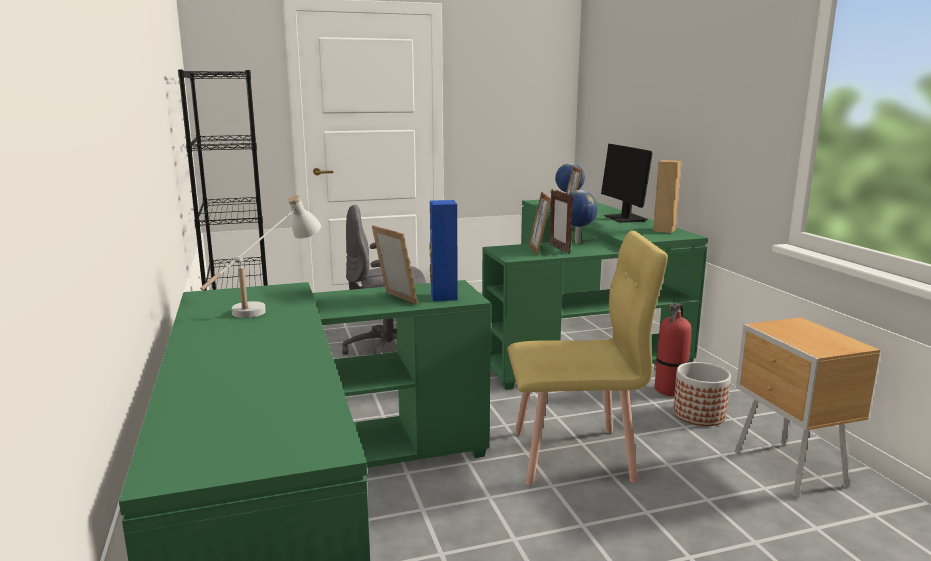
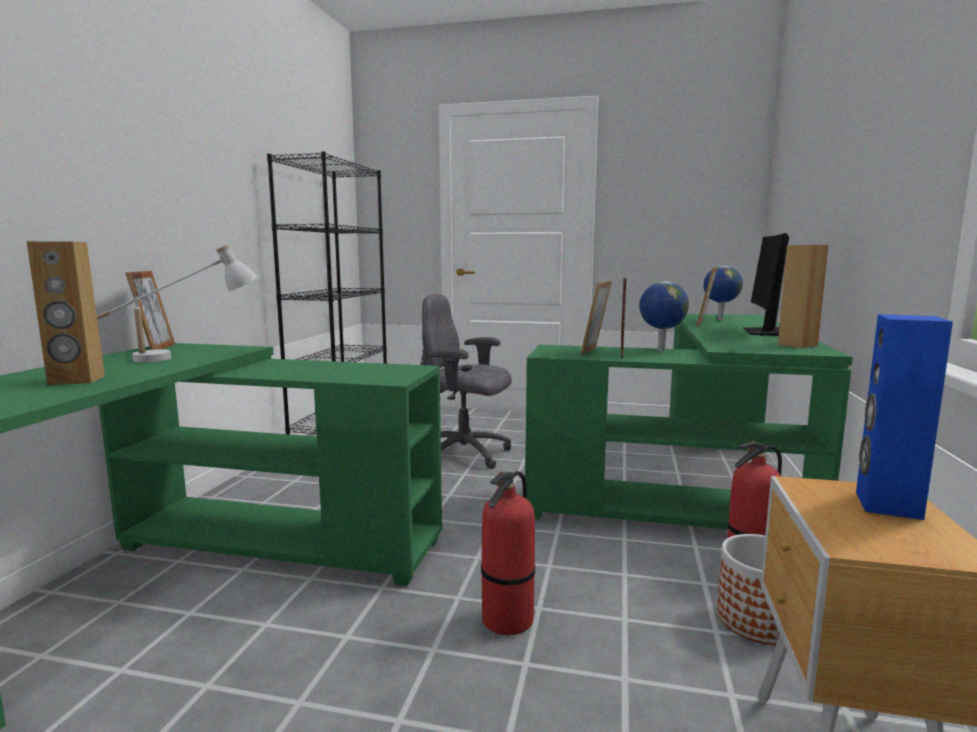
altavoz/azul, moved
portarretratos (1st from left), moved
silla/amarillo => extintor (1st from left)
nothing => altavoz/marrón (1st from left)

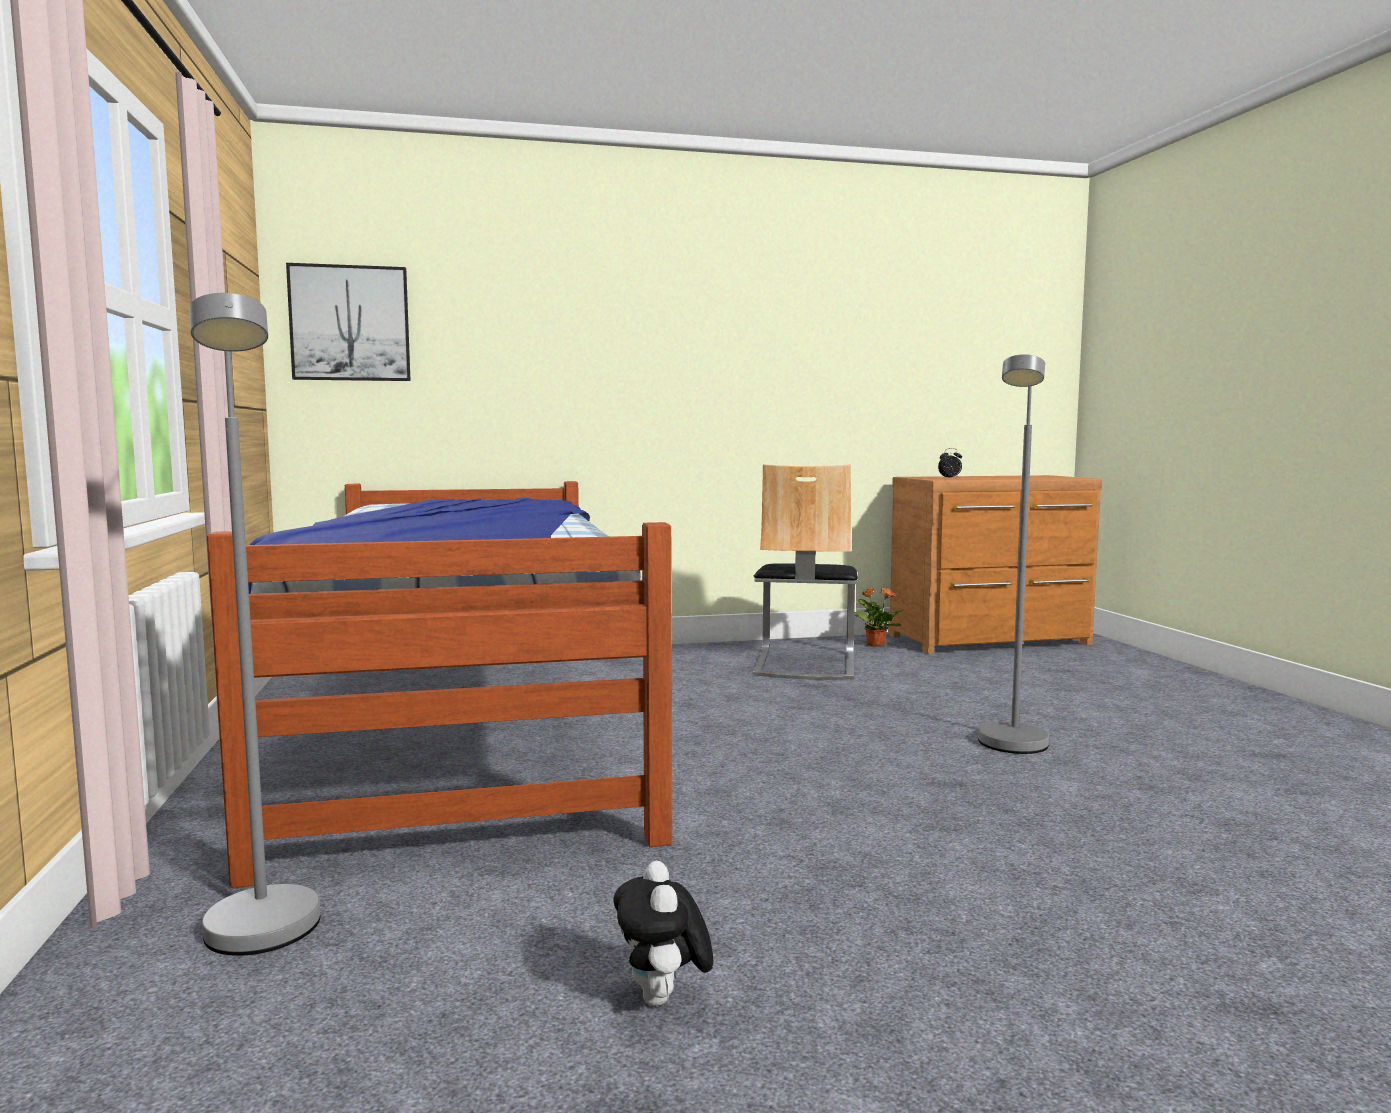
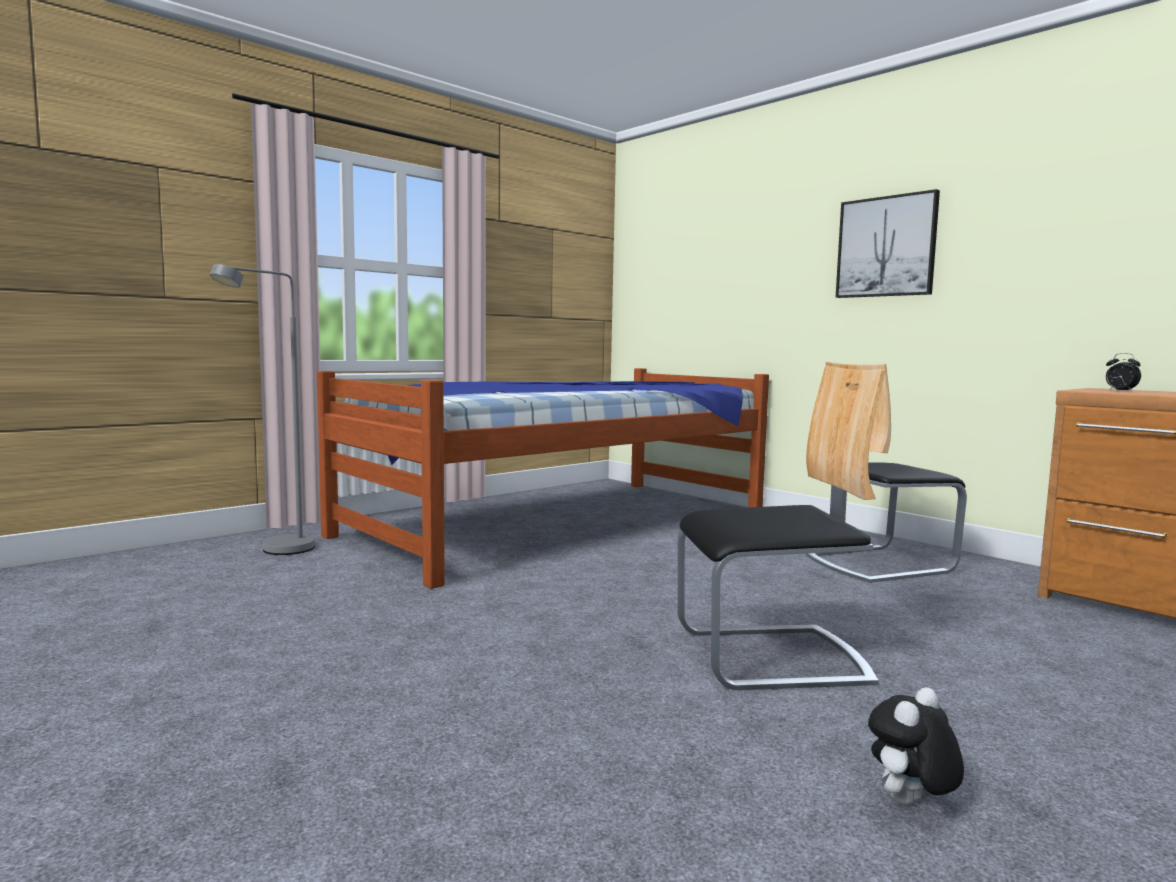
cuadro, moved
lámpara de pie/gris (2nd from left) => silla (1st from left)
planta en maceta => nothing
peluche, moved

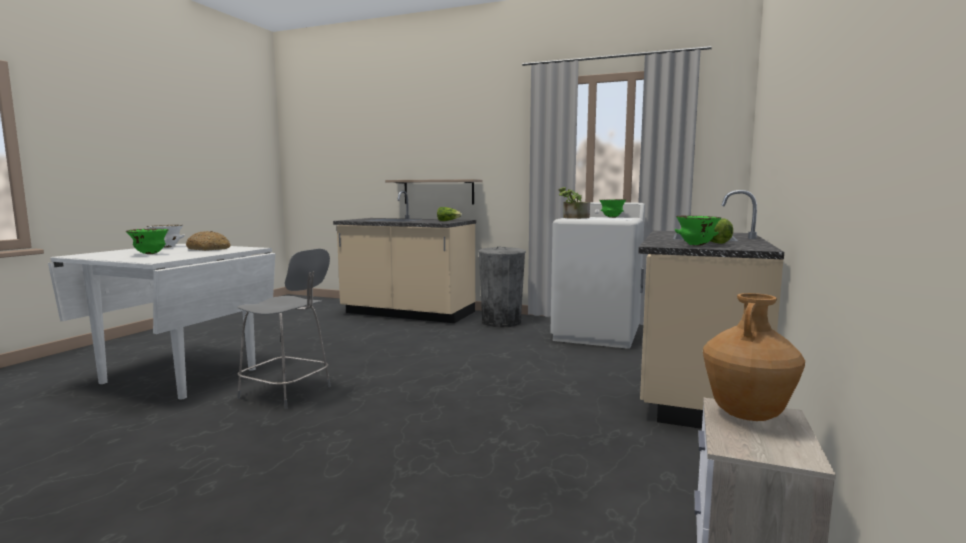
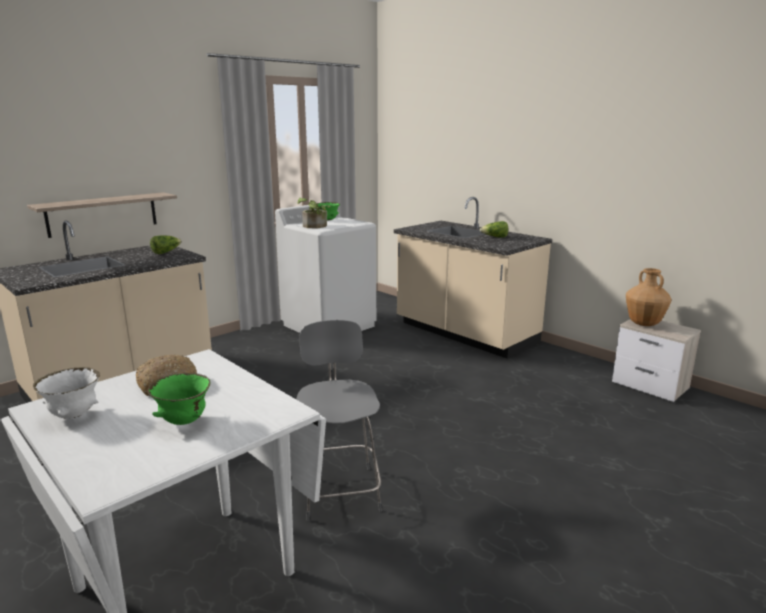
cuenco/verde (3rd from left) => nothing
papelera/gris => nothing
silla/gris, 60 degrees counterclockwise

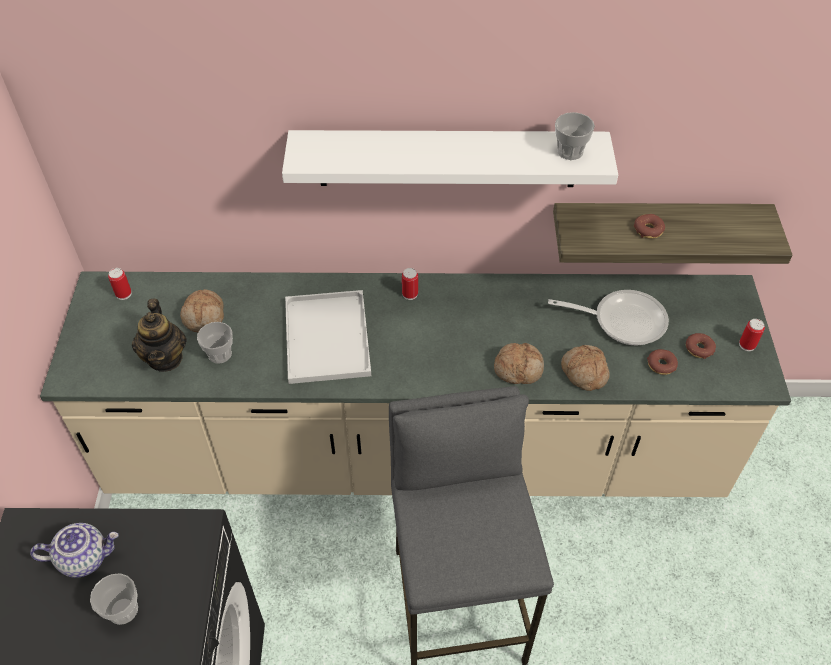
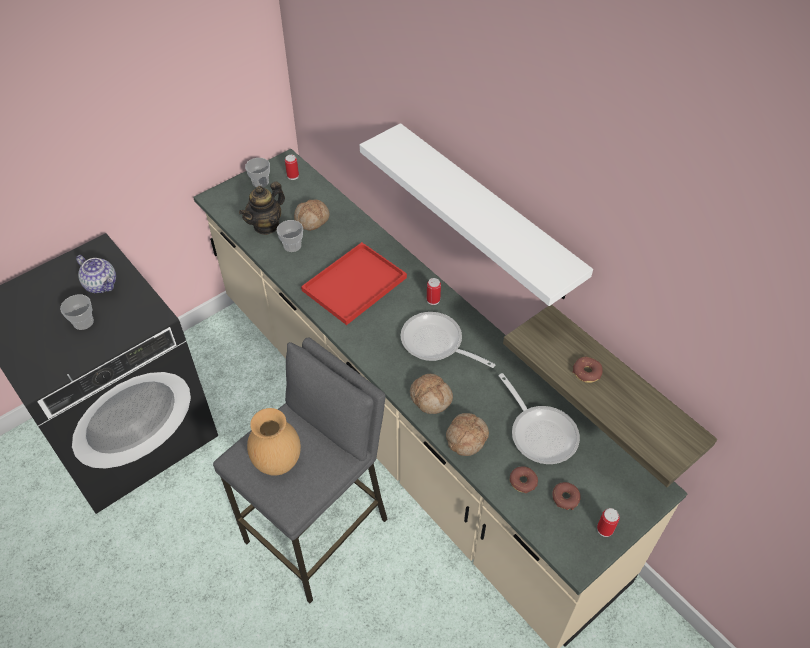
taza (3rd from left in the first image) => taza (2nd from left), moved
bandeja/blanco => bandeja/rojo
nothing => sartén (1st from left)
nothing => florero/marrón

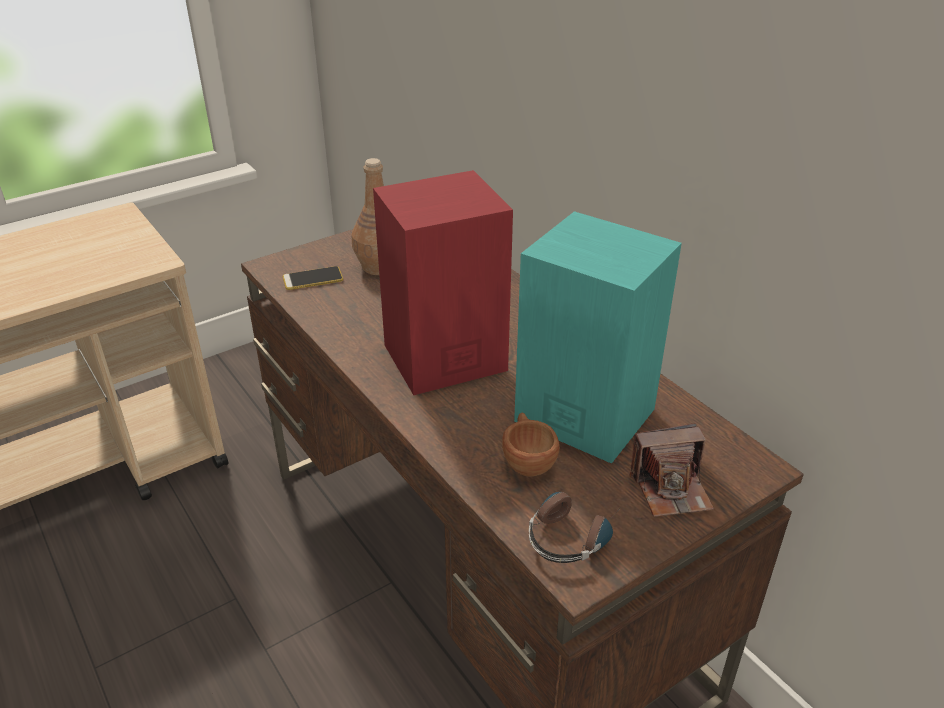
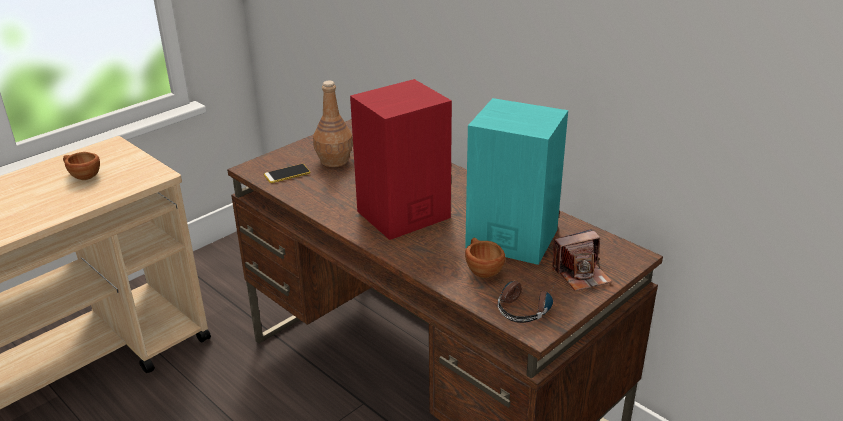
nothing => taza/marrón (1st from left)

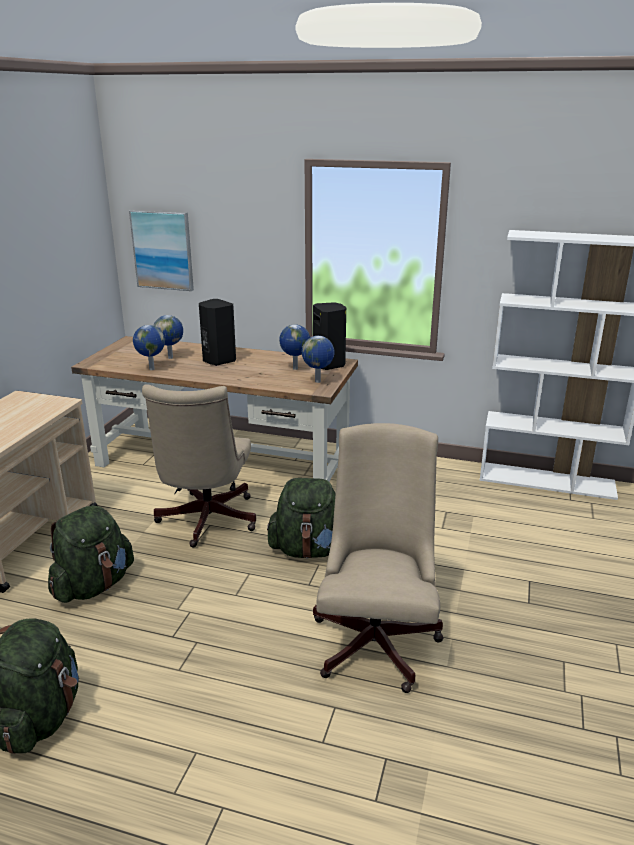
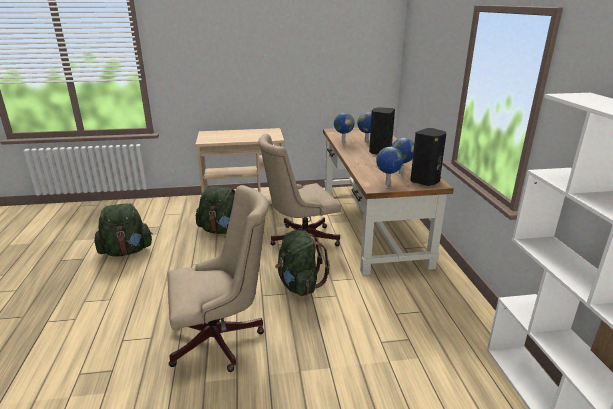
cuadro => nothing

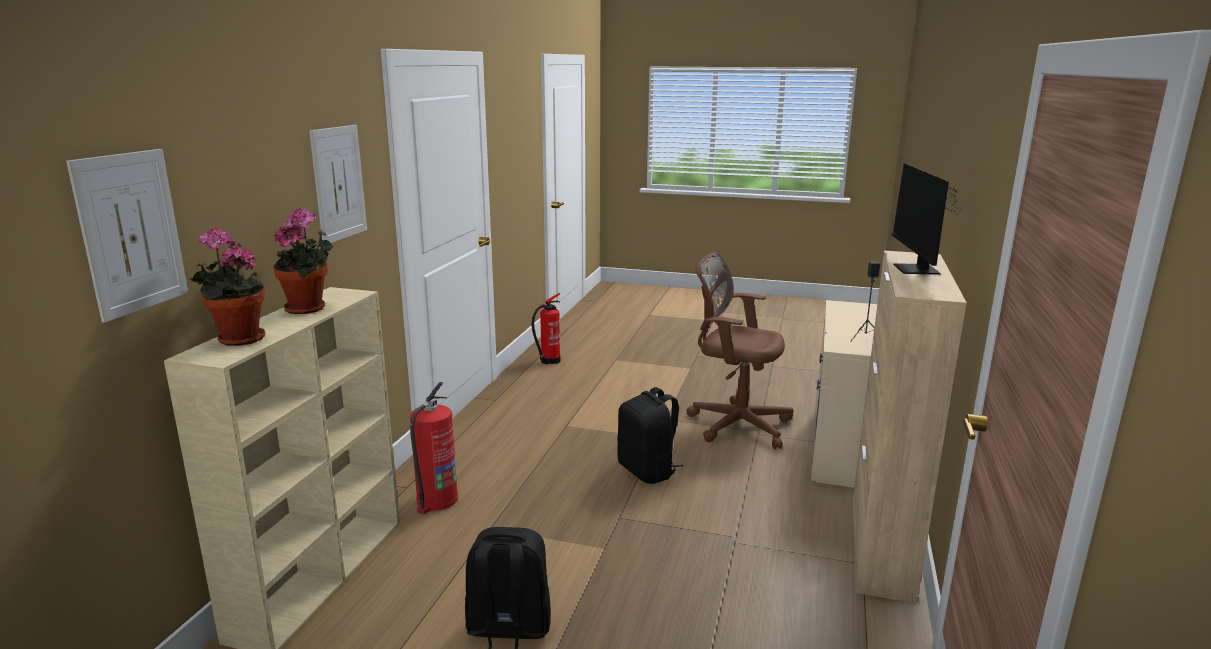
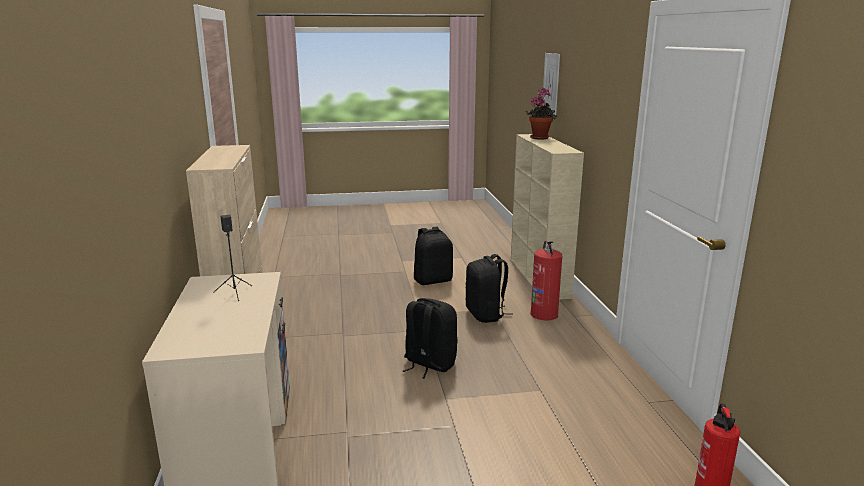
cuadro (2nd from left) => nothing
monitor => nothing
planta en maceta (2nd from left) => nothing
silla de oficina/marrón => nothing
nothing => mochila/negro (3rd from left)

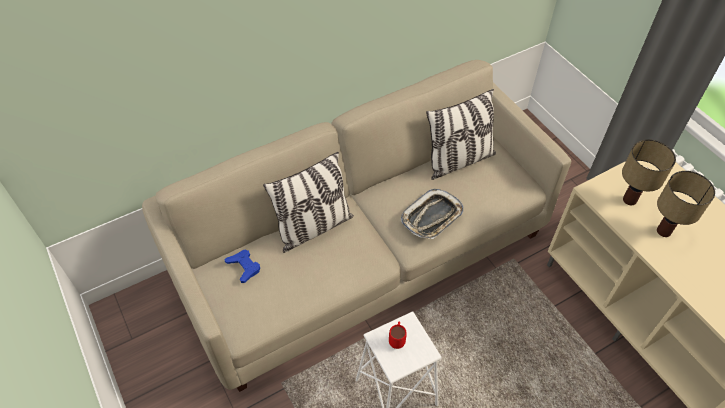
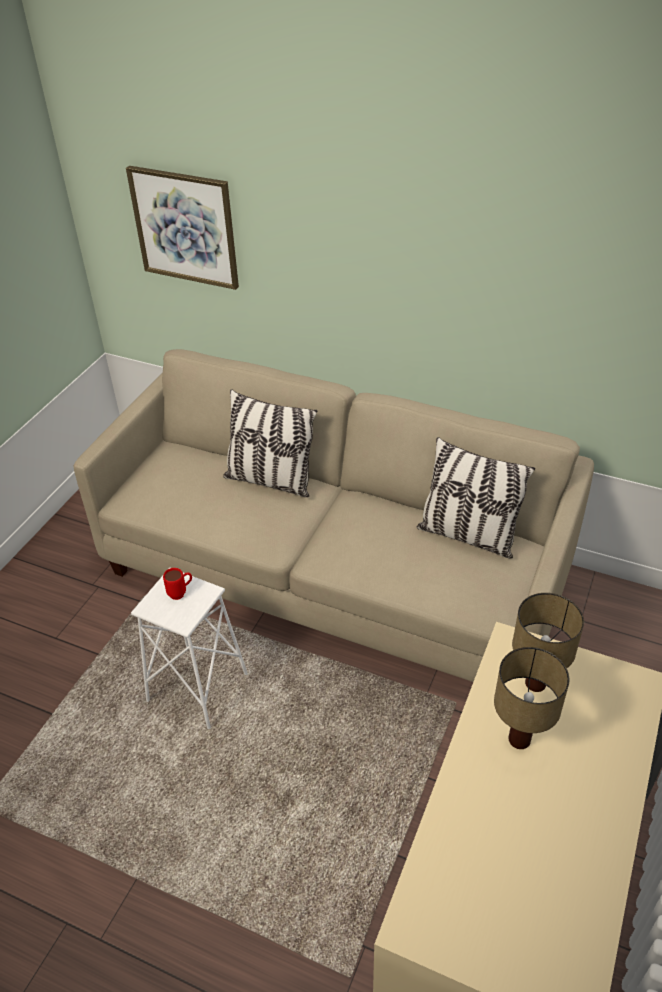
bandeja => nothing
mando de consola/azul => nothing
nothing => cuadro

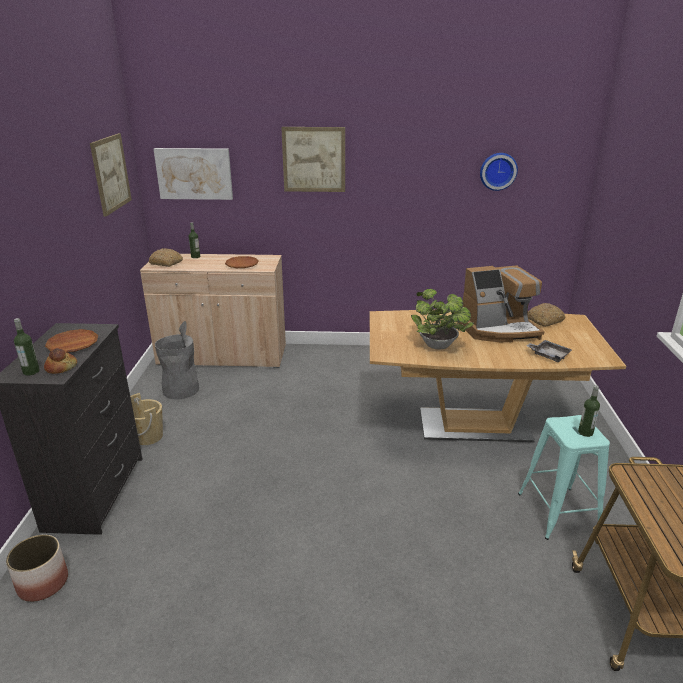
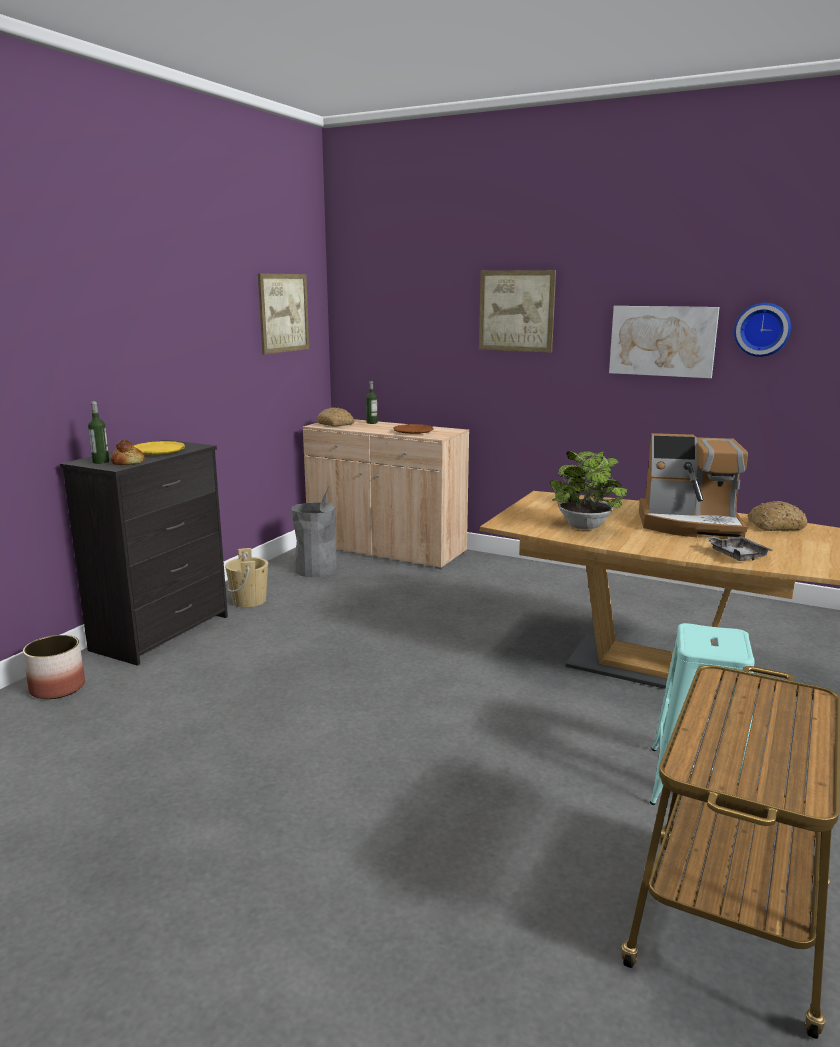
cuadro (2nd from left in the first image) => cuadro (3rd from left), moved
plato/marrón (1st from left) => plato/amarillo
botella (3rd from left) => nothing

